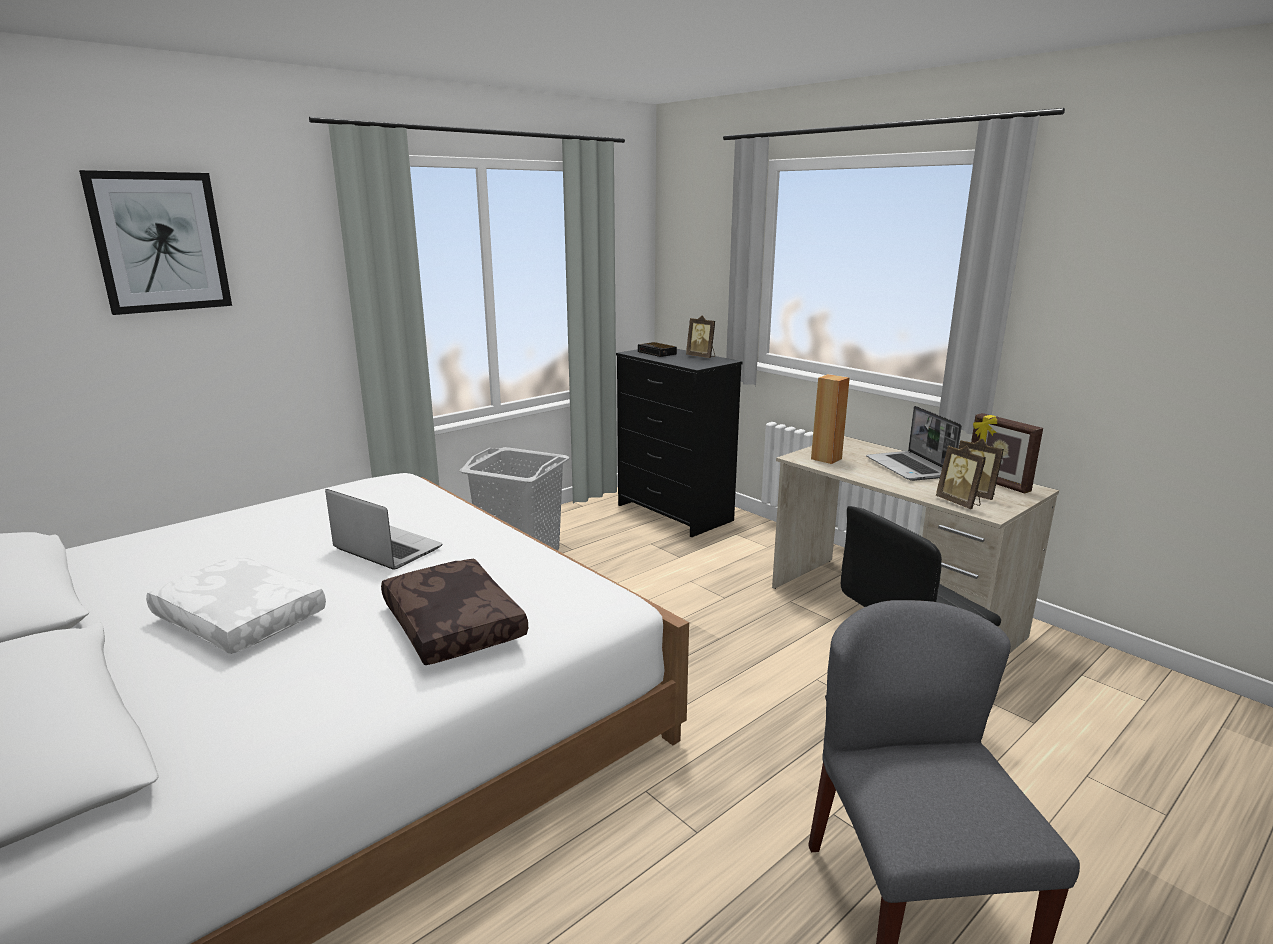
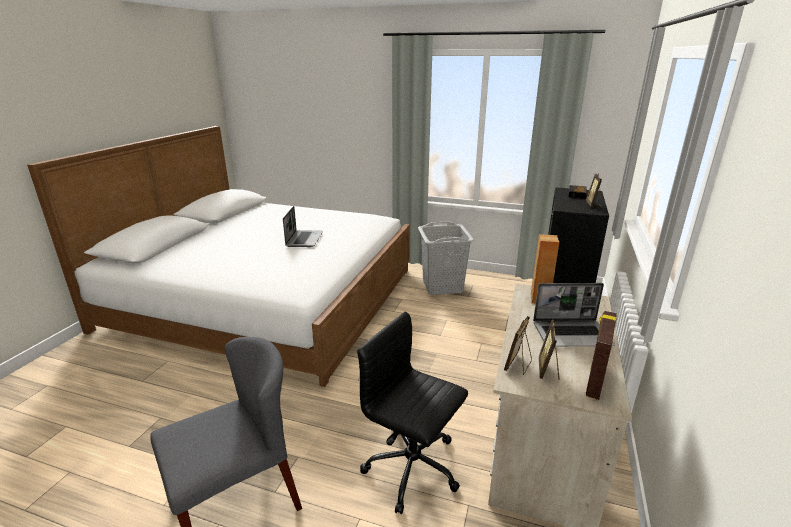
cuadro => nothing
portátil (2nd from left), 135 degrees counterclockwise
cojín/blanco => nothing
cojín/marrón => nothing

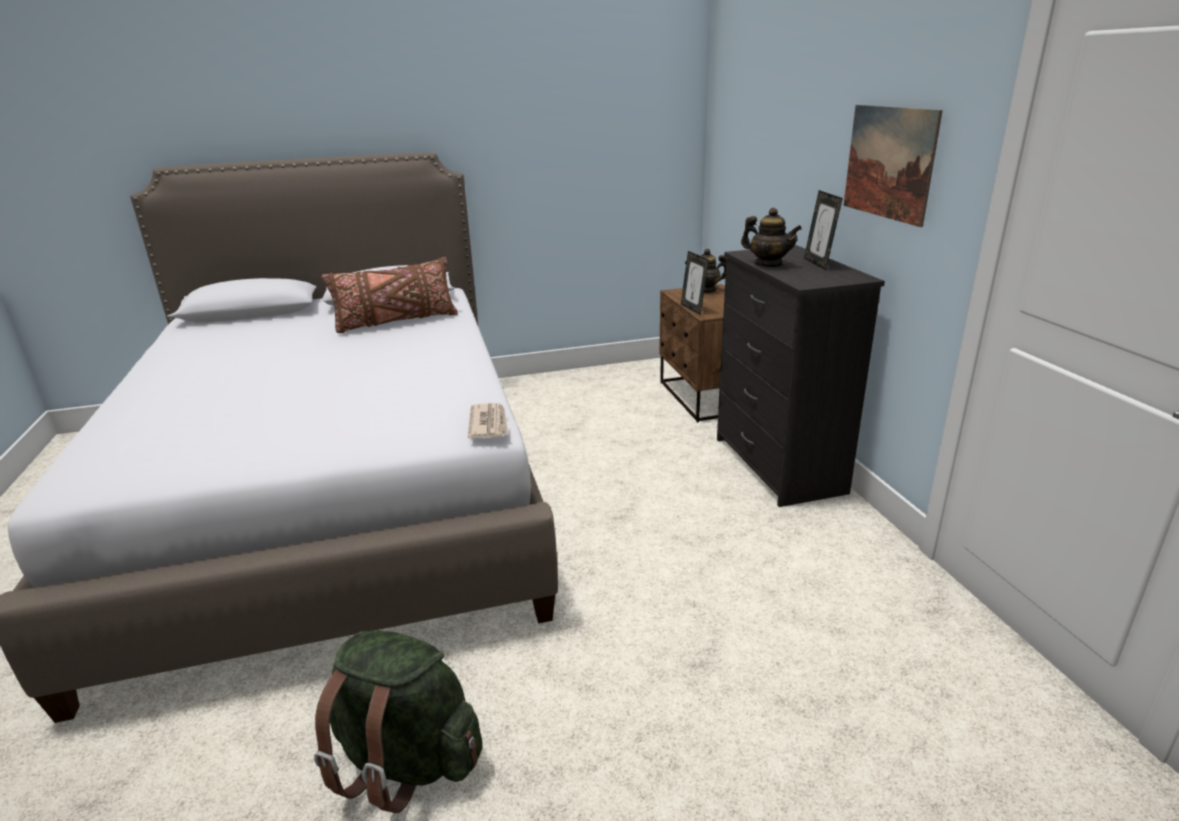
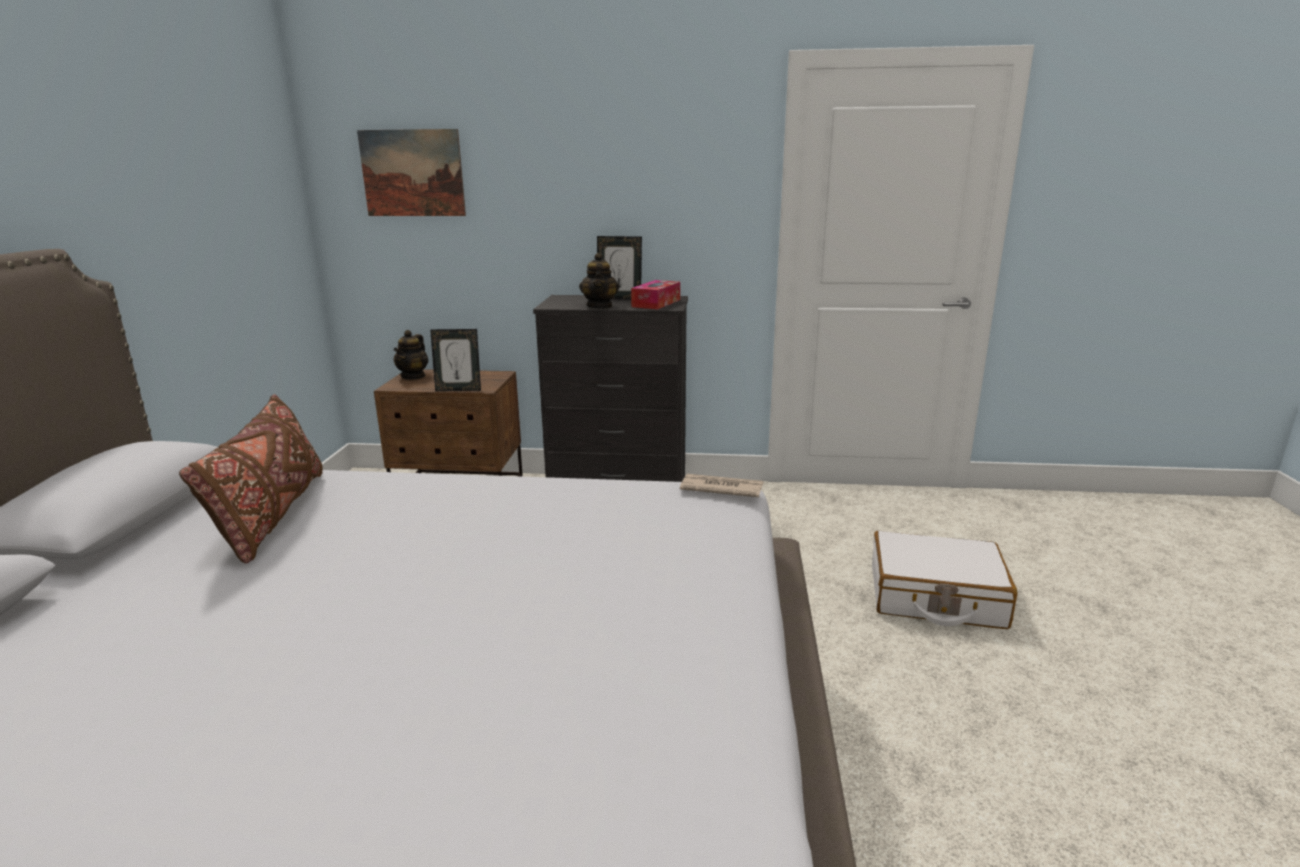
cuadro, moved
tetera (2nd from left), 120 degrees clockwise
mochila/verde => nothing
nothing => caja de pañuelos
nothing => maleta/blanco

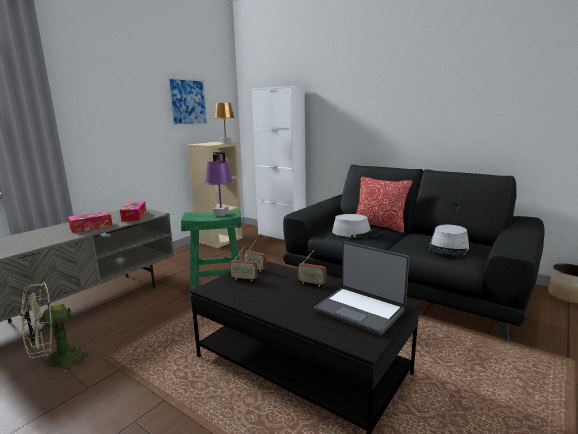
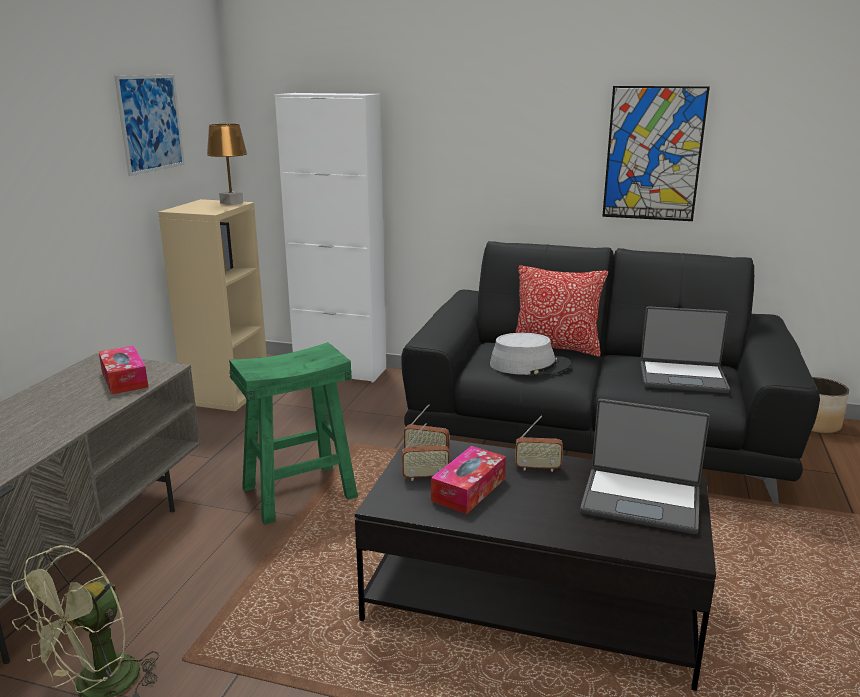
lámpara de mesa/morado => nothing
caja de pañuelos (1st from left in the first image) => caja de pañuelos (2nd from left), moved
sombrero/gris (2nd from left) => portátil (2nd from left)
nothing => cuadro (2nd from left)

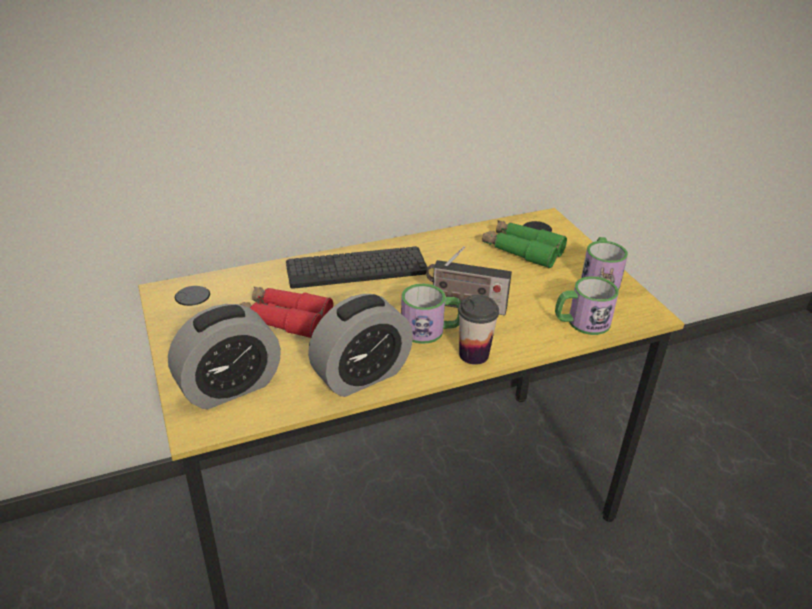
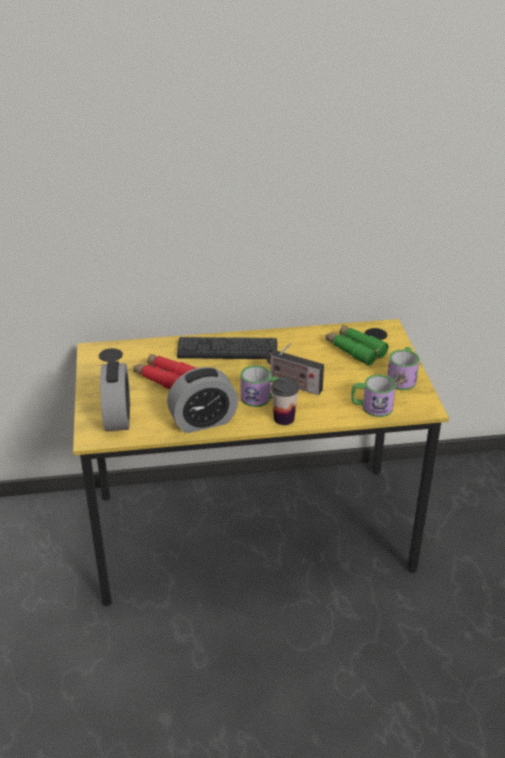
despertador (1st from left), 75 degrees counterclockwise

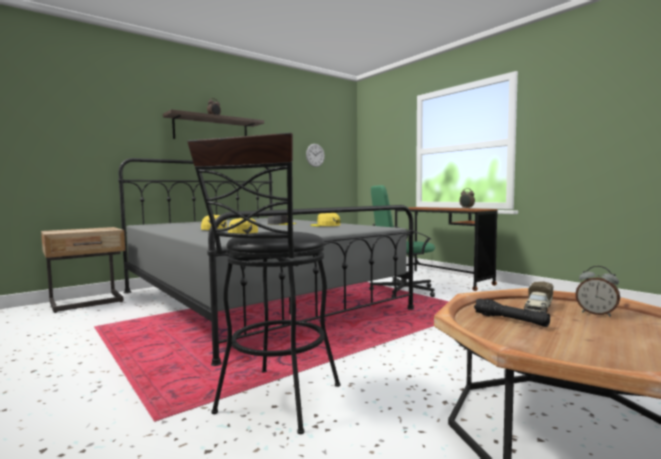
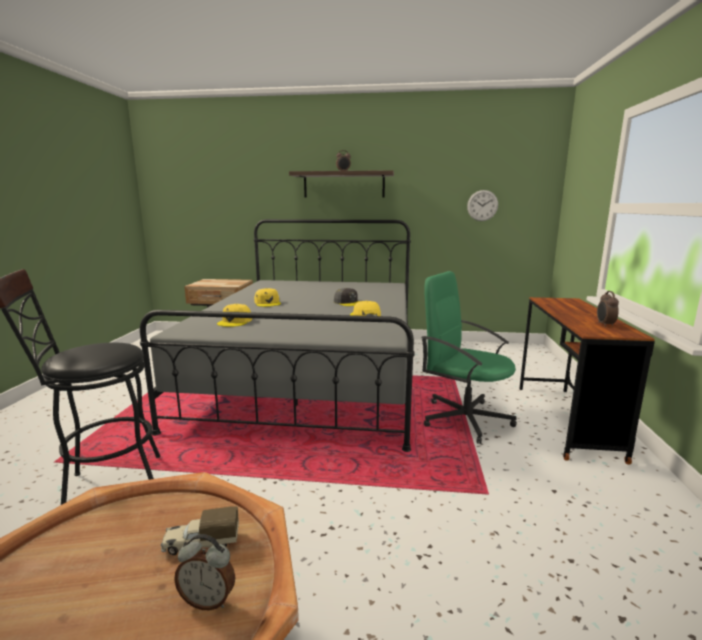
despertador (3rd from left in the first image) => despertador (1st from left), 75 degrees counterclockwise
linterna/negro => nothing

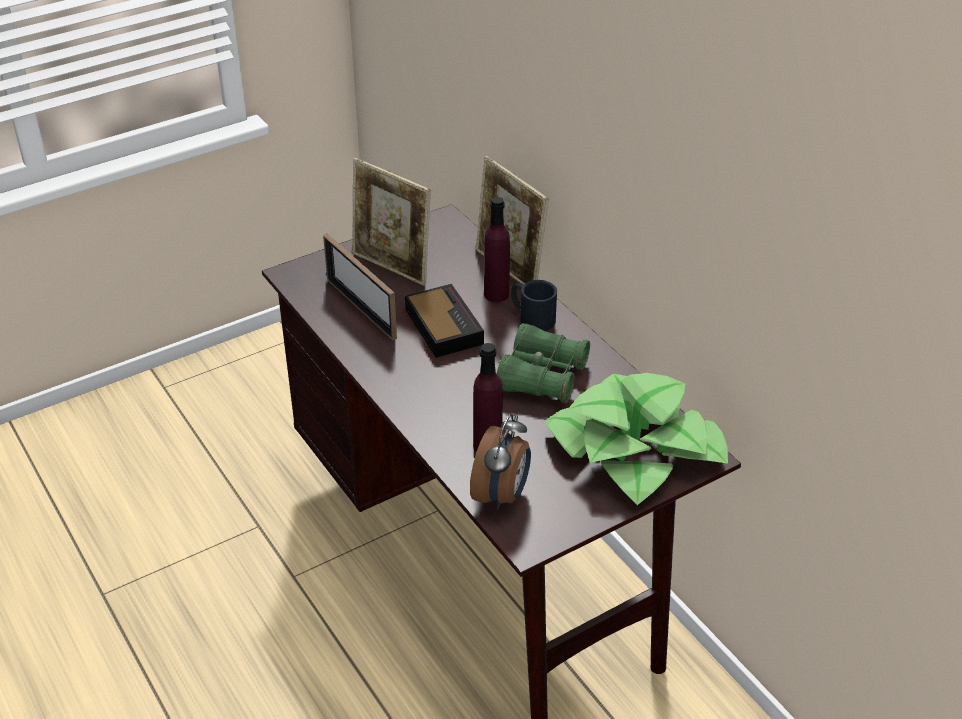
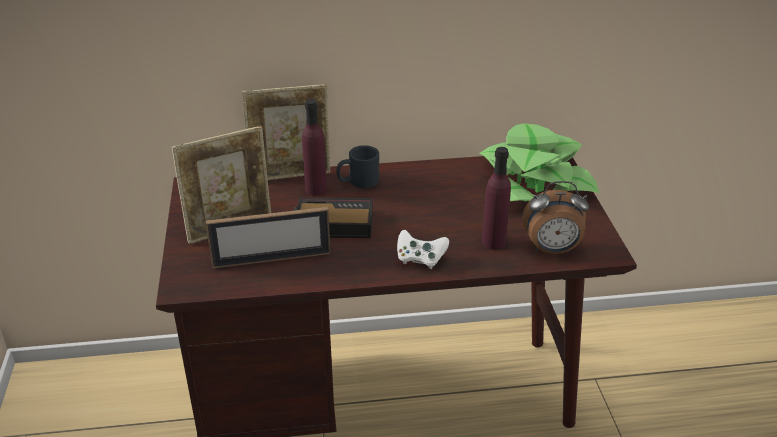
prismáticos/verde => nothing
despertador (2nd from left), 135 degrees clockwise
nothing => mando de consola/blanco

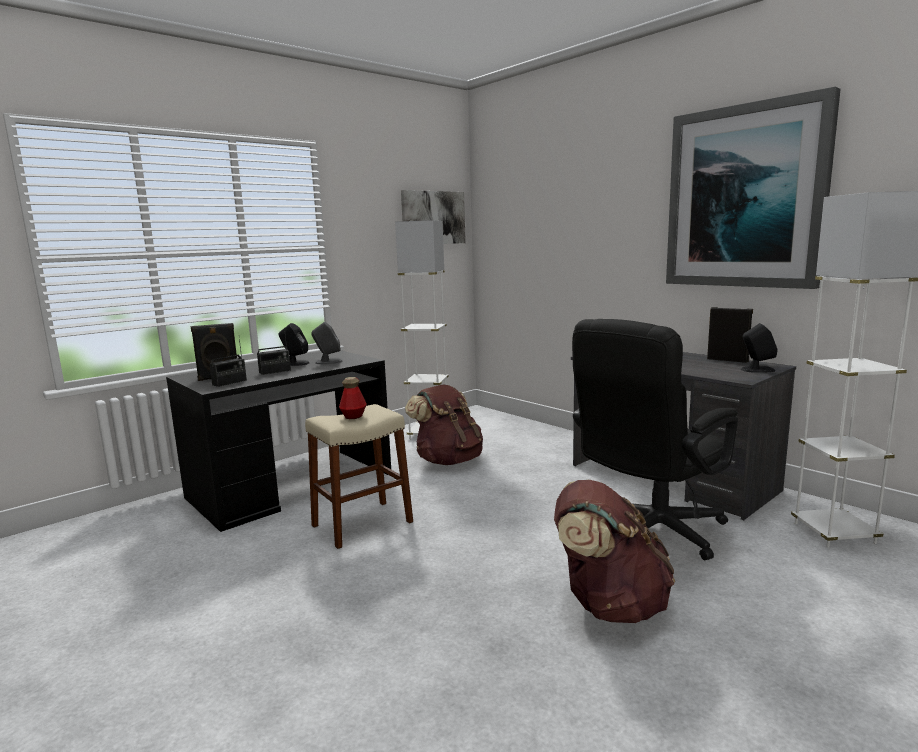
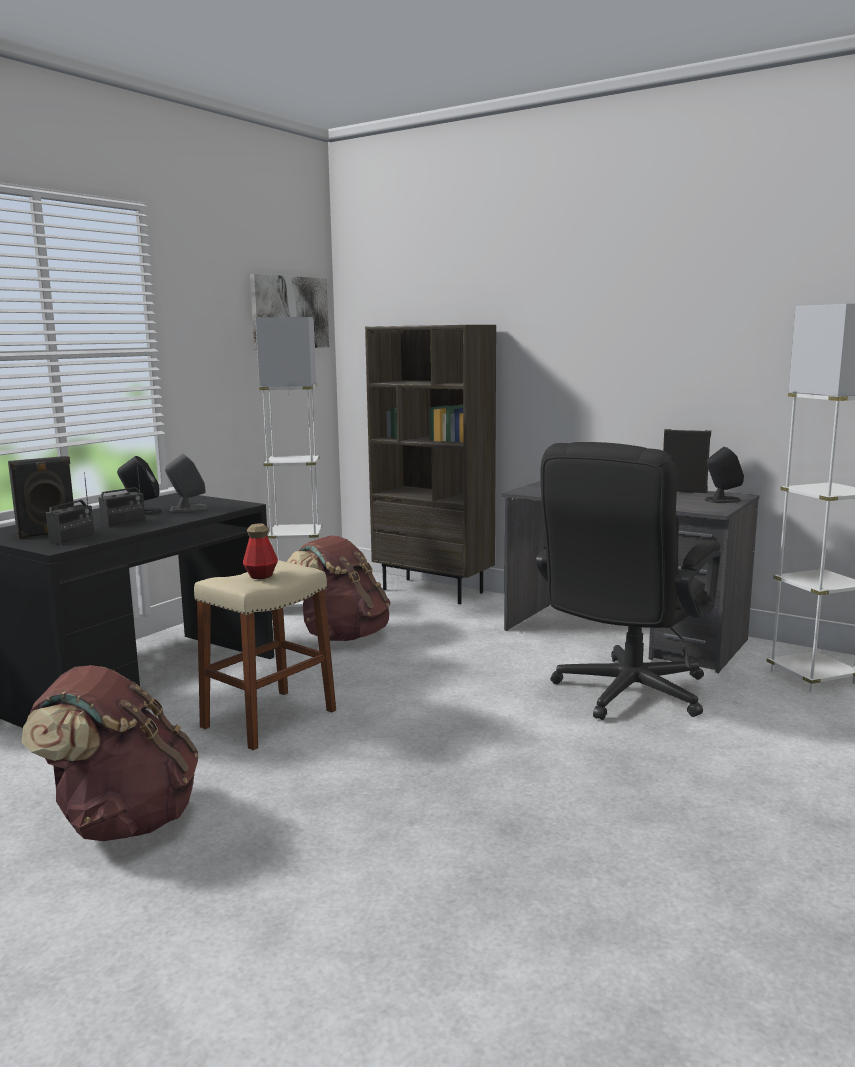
cuadro (2nd from left) => nothing
mochila/marrón (2nd from left in the first image) => mochila/marrón (1st from left), moved
nothing => estantería/marrón

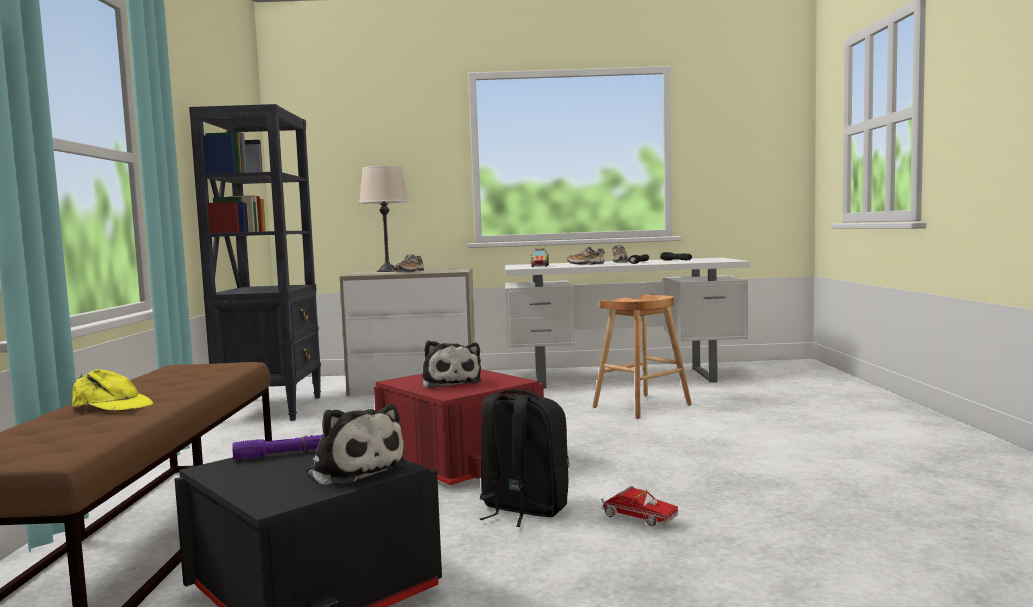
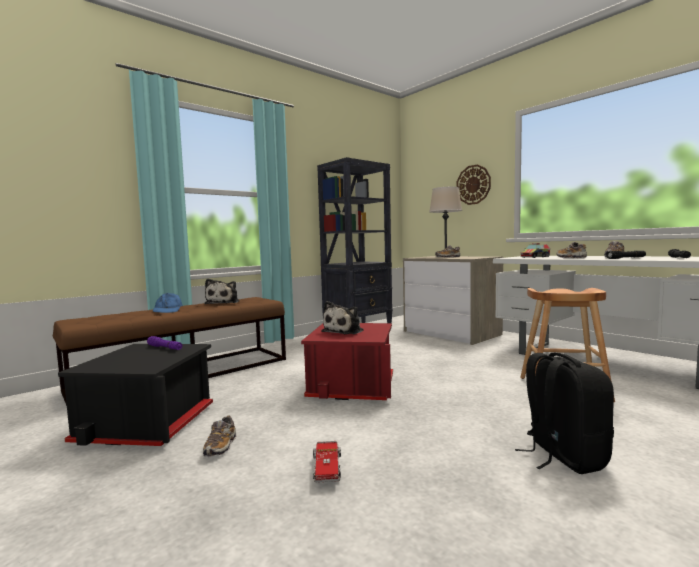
gorra/amarillo => gorra/azul
mochila/negro, moved
peluche (1st from left), moved
nothing => reloj de pared
nothing => zapato (1st from left)

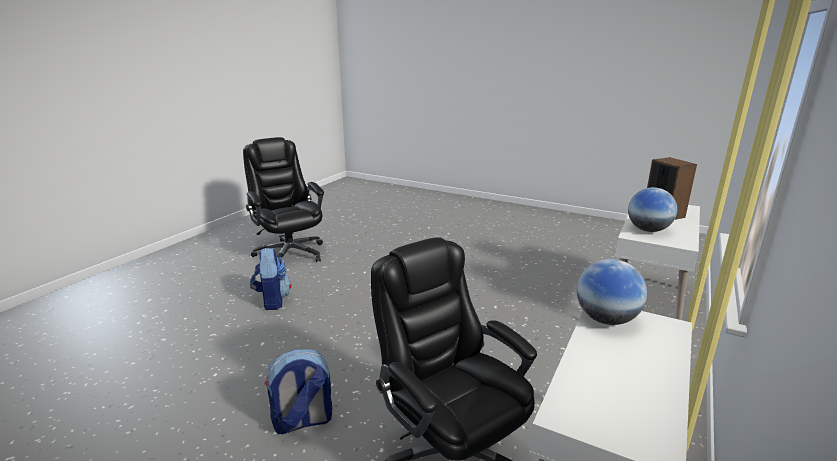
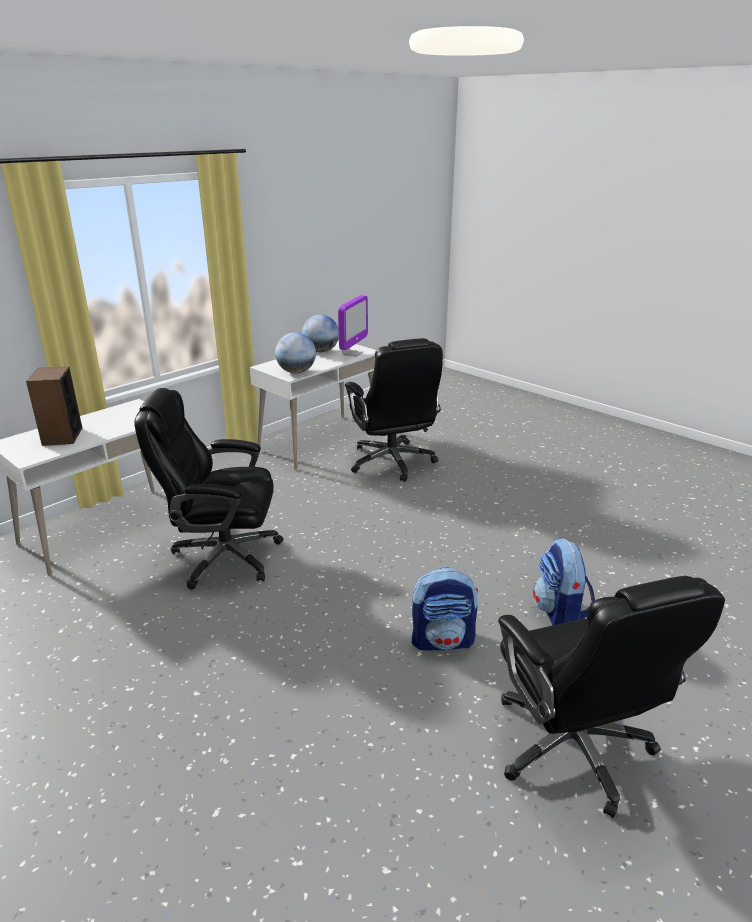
globo terráqueo (2nd from left), moved
mochila (2nd from left in the first image) => mochila (1st from left), moved
nothing => monitor
nothing => silla de oficina/negro (1st from left)

